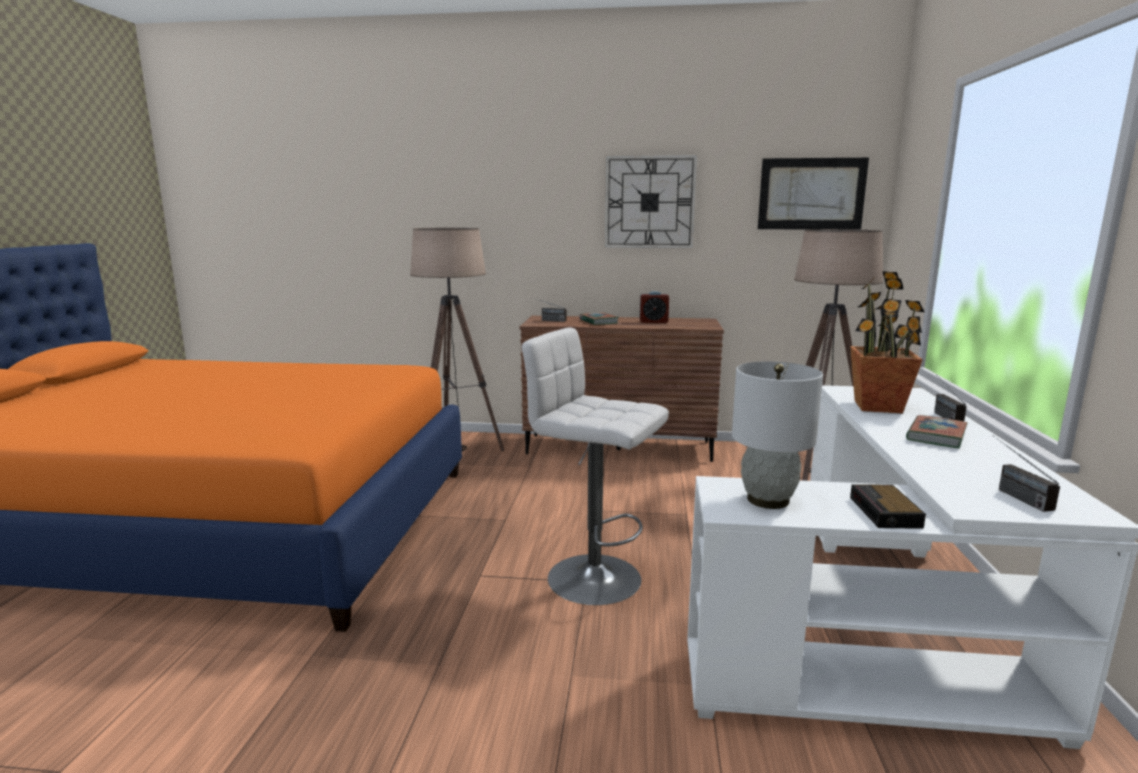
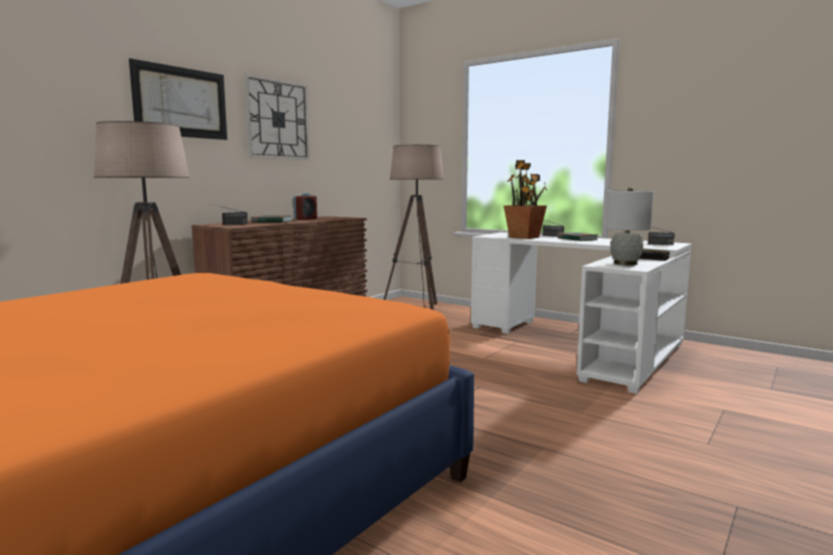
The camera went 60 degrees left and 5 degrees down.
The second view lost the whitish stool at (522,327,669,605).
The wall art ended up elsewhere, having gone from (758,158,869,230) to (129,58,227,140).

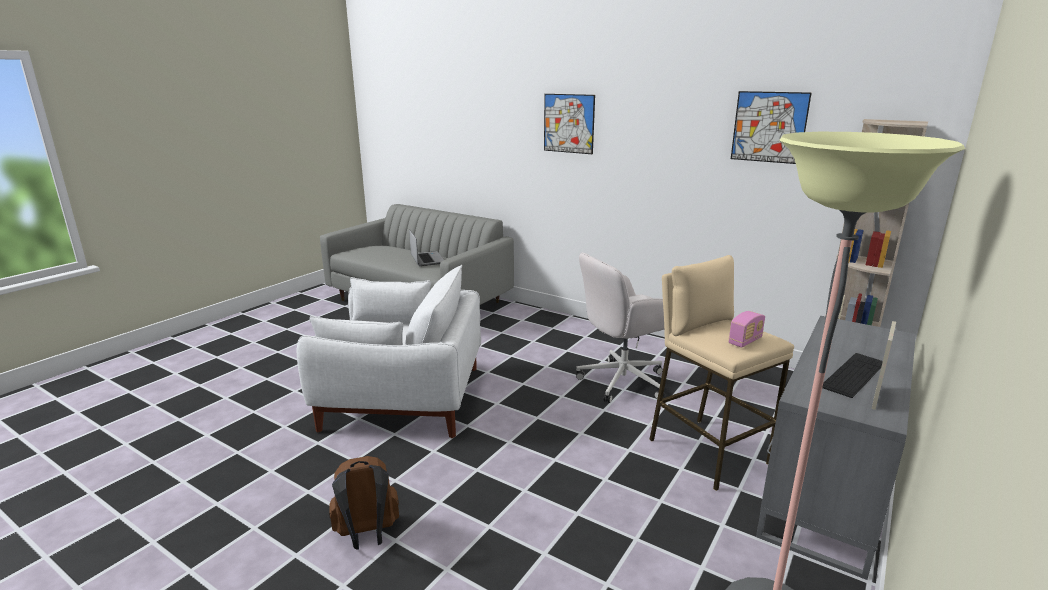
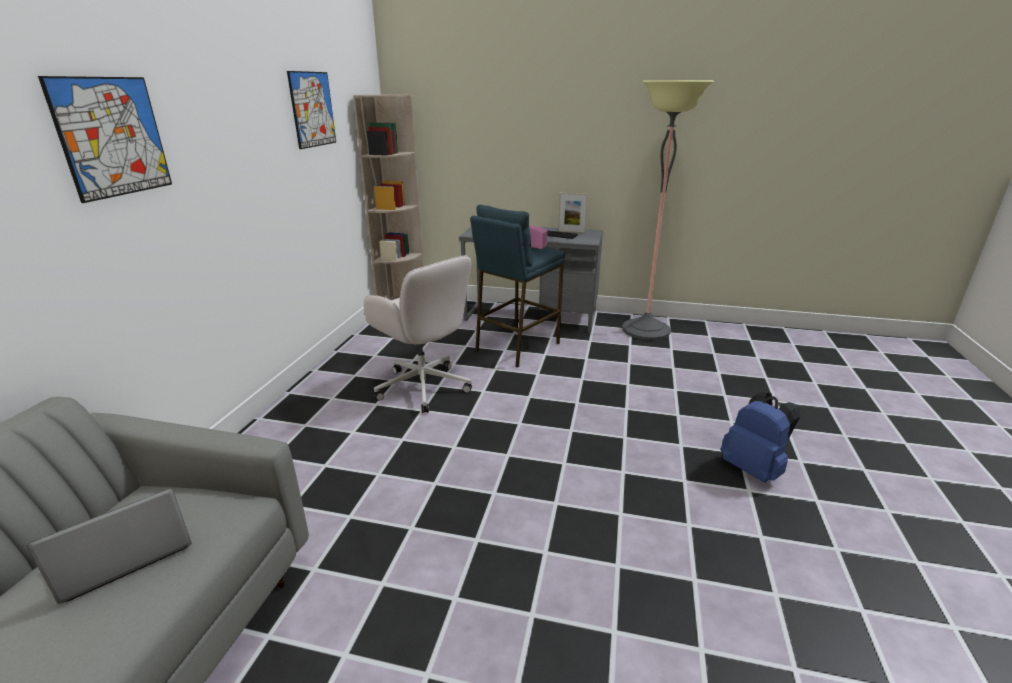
The camera went 110 degrees left and 5 degrees up.
The second view lost the whitish armchair at (297,265,481,438).
What was the brownish rucksack at (330,456,399,550) turned into the blue rucksack at (721,392,800,482).
What was the beige stool at (649,255,794,491) turned into the blue stool at (470,204,565,368).

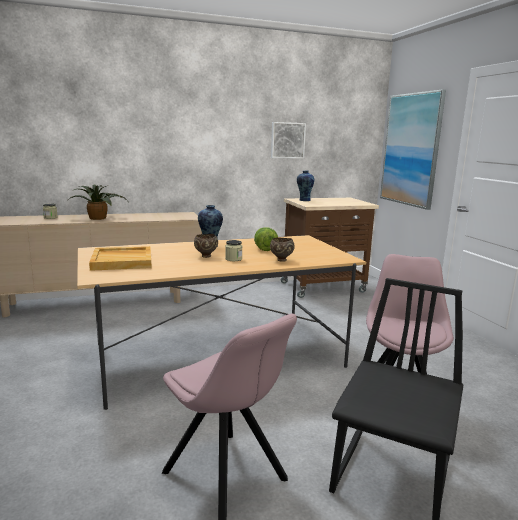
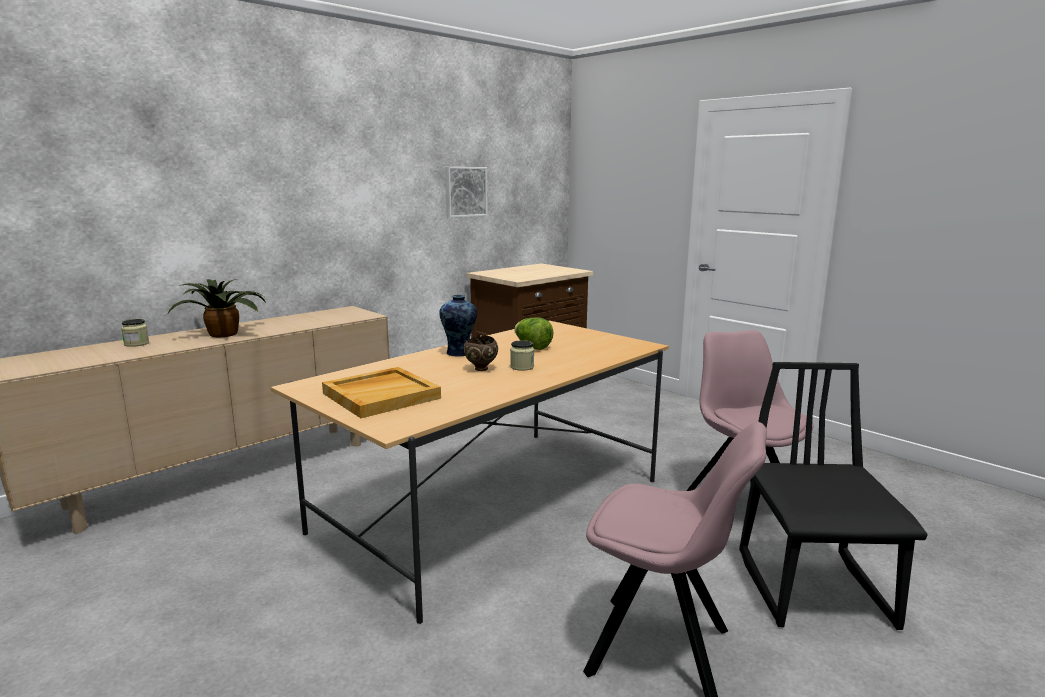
The camera went 25 degrees left and 0 degrees up.
The second view lost the brownish bowl at (270,237,295,262).
The second view lost the flower vase at (297,171,314,201).
The second view lost the wall art at (380,89,446,210).

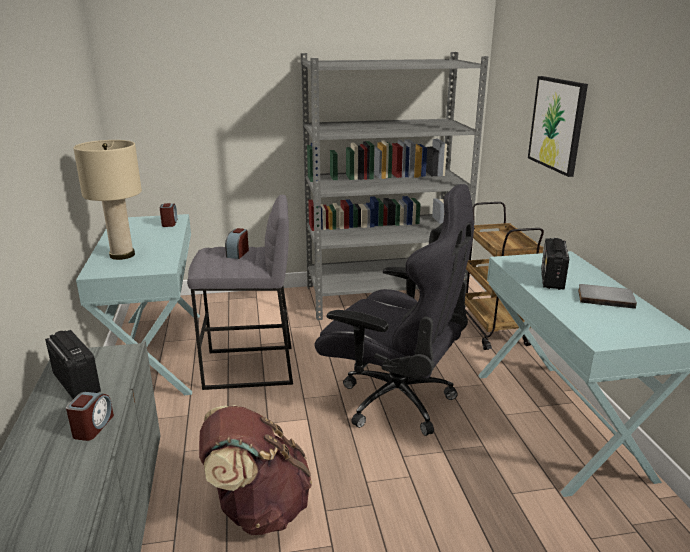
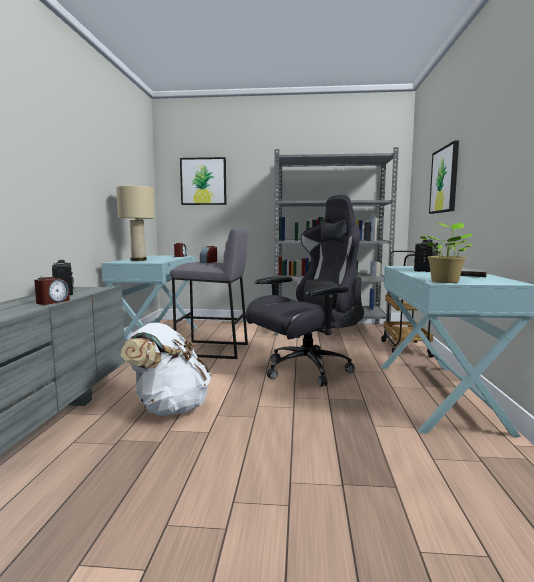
The camera went 15 degrees right and 15 degrees down.
What was the brownish rucksack at (199,405,312,535) turned into the whitish rucksack at (121,323,211,416).
The blackish office chair at (315,184,474,436) ended up facing another way, 75 degrees counterclockwise from before.
The second view gained the wall art at (180,157,227,205).
The second view gained the houseplant at (420,222,472,283).

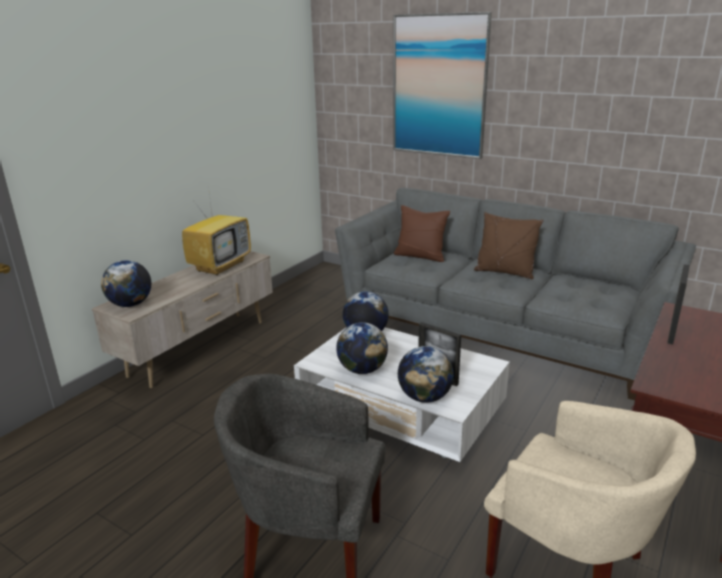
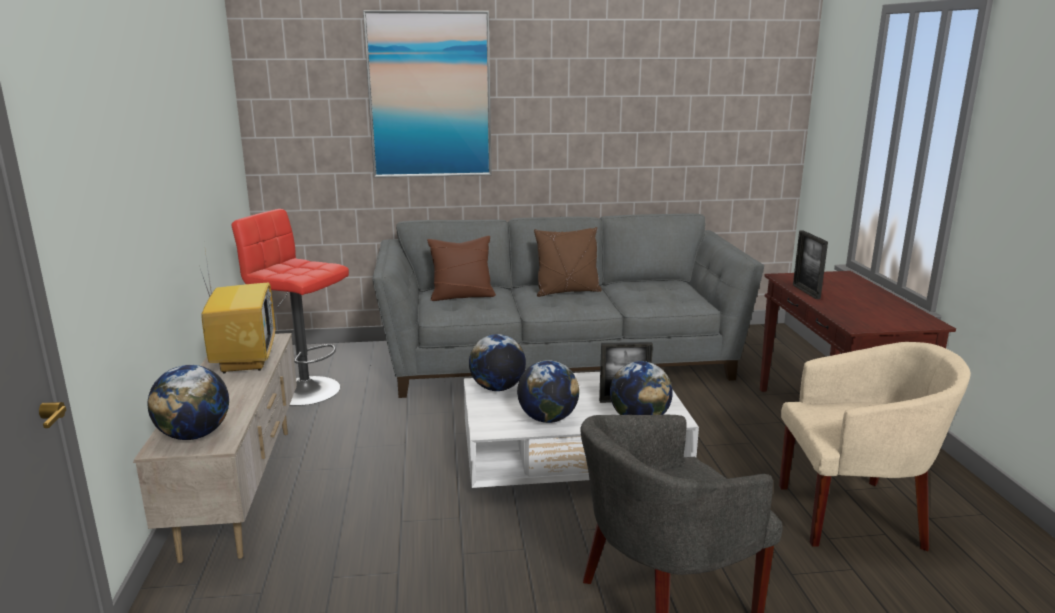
The camera went 40 degrees left and 5 degrees down.
The second view gained the red stool at (232,209,349,406).

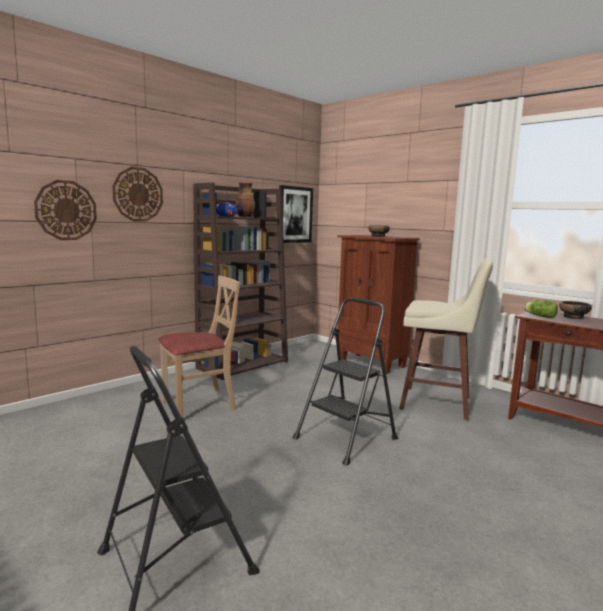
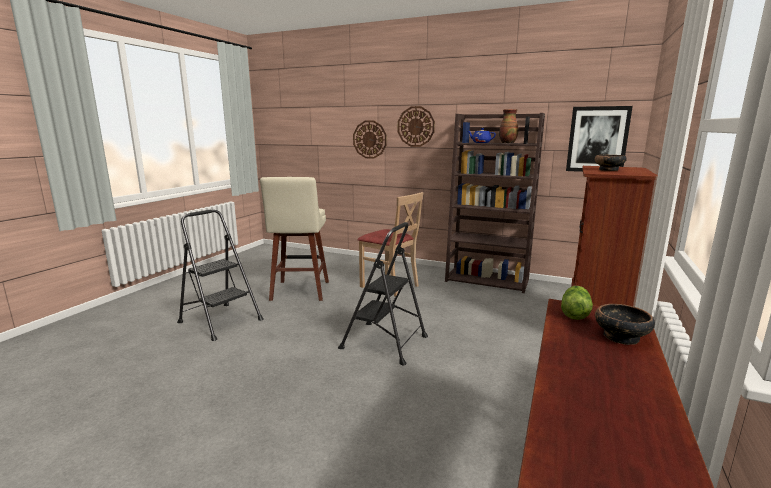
The camera went 70 degrees right and 5 degrees up.
The beige stool ended up elsewhere, having gone from (399,259,493,420) to (260,177,329,301).

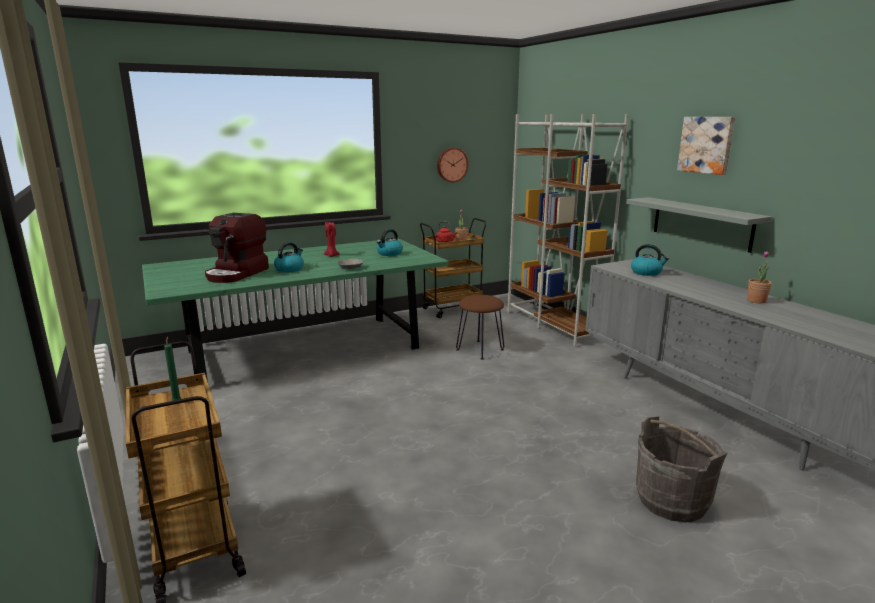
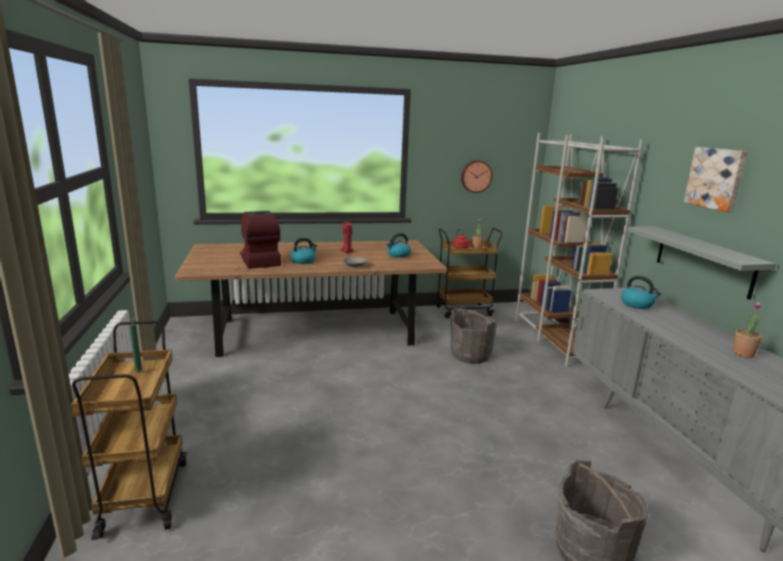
The camera went 15 degrees right and 0 degrees up.
What was the greenish dining table at (142,238,448,382) turned into the brownish dining table at (175,241,447,357).
The coffee brewer at (205,213,269,283) ended up facing another way, 120 degrees clockwise from before.
Where the brownish stool stood at (456,295,504,360), the grey pail came to stand at (450,307,497,364).

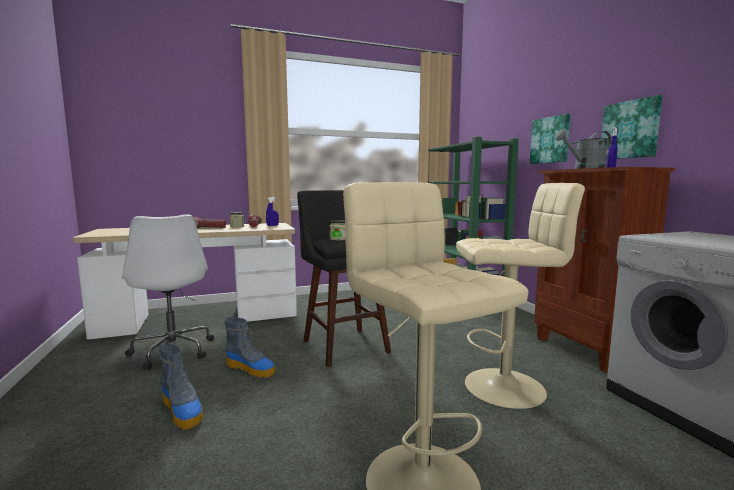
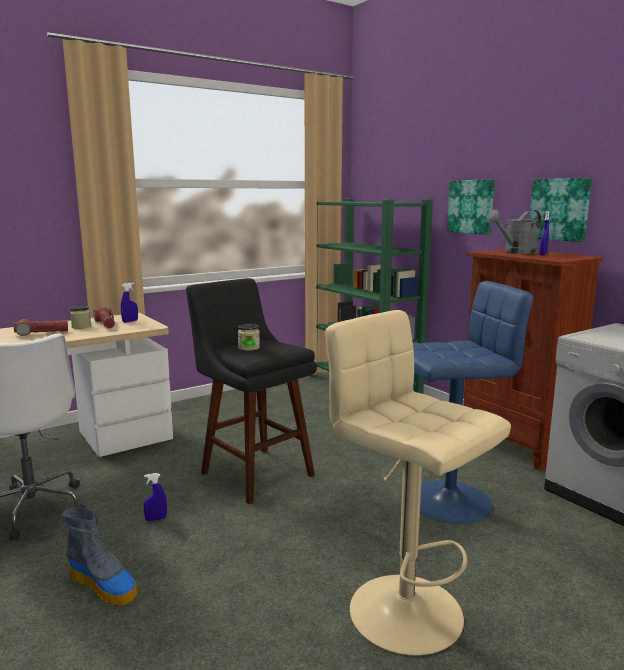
The camera went 15 degrees left and 5 degrees up.
Where the boot stood at (224,317,275,378), the blue spray bottle came to stand at (143,473,167,522).
What was the beige stool at (456,183,585,409) turned into the blue stool at (413,281,534,524).

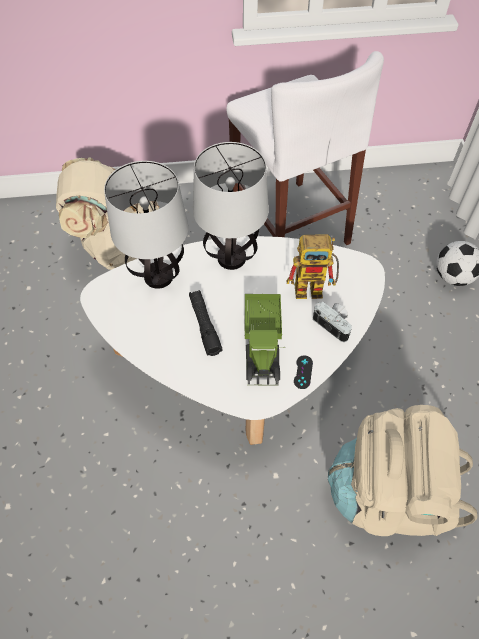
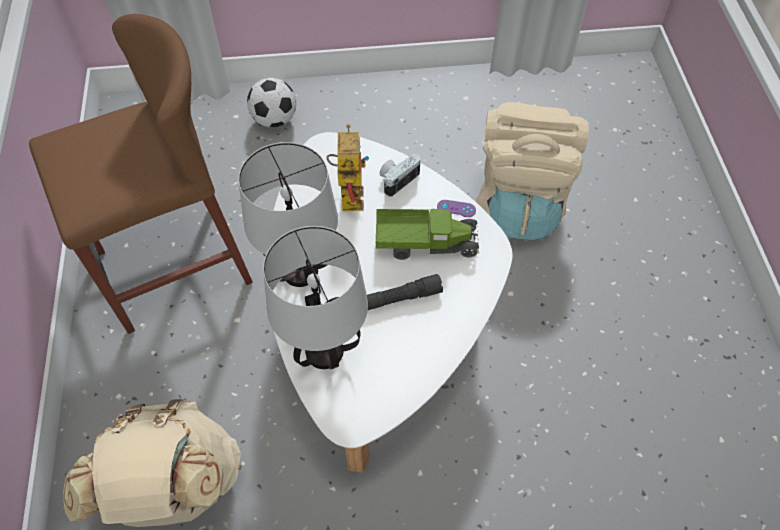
The camera went 90 degrees left and 0 degrees up.
What was the whitish stool at (226,51,384,245) turned into the brownish stool at (29,14,253,334).
What was the blackish joypad at (294,355,313,389) turned into the purple-coloured joypad at (437,200,476,217).

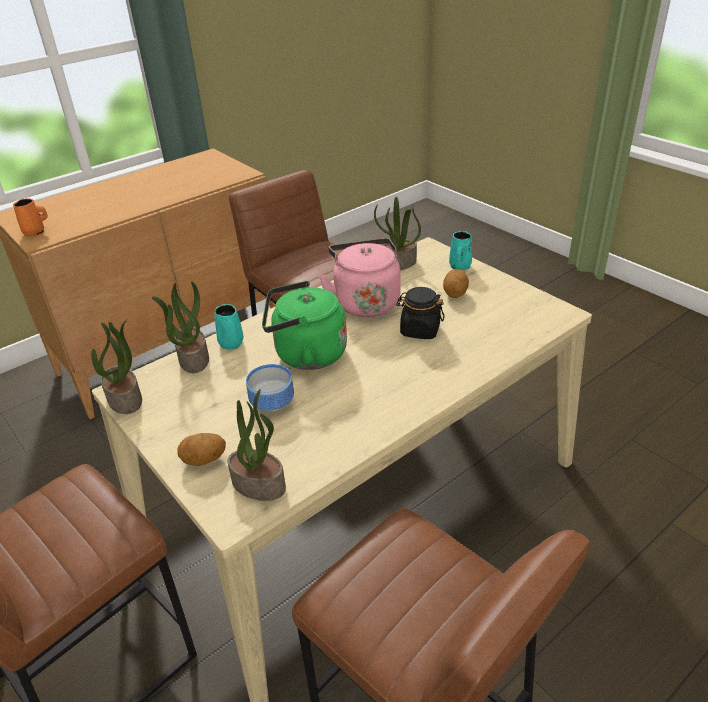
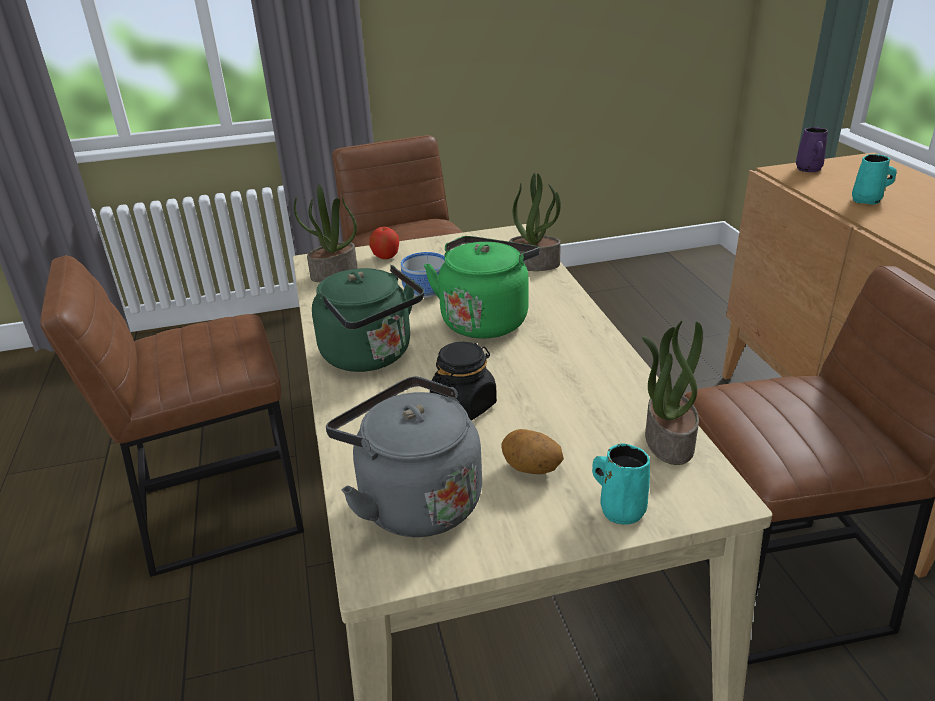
The camera went 115 degrees right and 5 degrees down.
What was the orangey mug at (13,198,48,237) turned into the purple-coloured mug at (796,127,828,172).
The second view lost the houseplant at (91,318,142,414).
Where the whole potato stood at (177,433,226,466), the apple fruit came to stand at (369,227,399,259).
The blue-green mug ended up elsewhere, having gone from (214,304,243,349) to (852,154,897,204).
The second view lost the pinkish tea kettle at (318,238,401,317).
The second view gained the greenish tea kettle at (312,265,424,372).
The second view gained the grey tea kettle at (326,376,482,537).

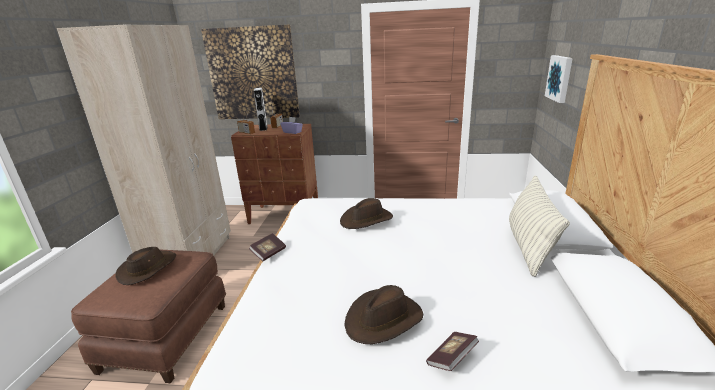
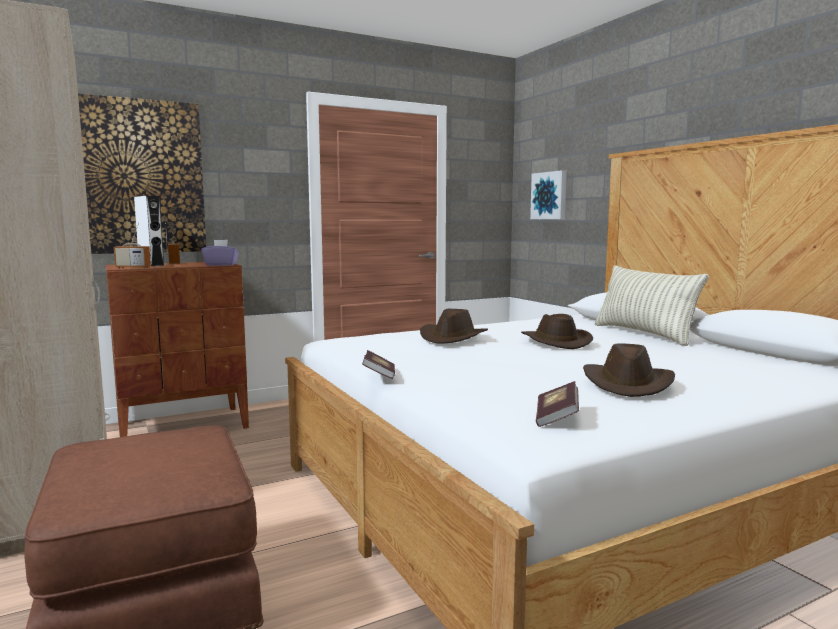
The camera went 35 degrees left and 15 degrees down.
The brownish hat ended up elsewhere, having gone from (116,247,176,285) to (521,314,593,349).
The volume ended up elsewhere, having gone from (426,332,479,371) to (536,381,579,427).

